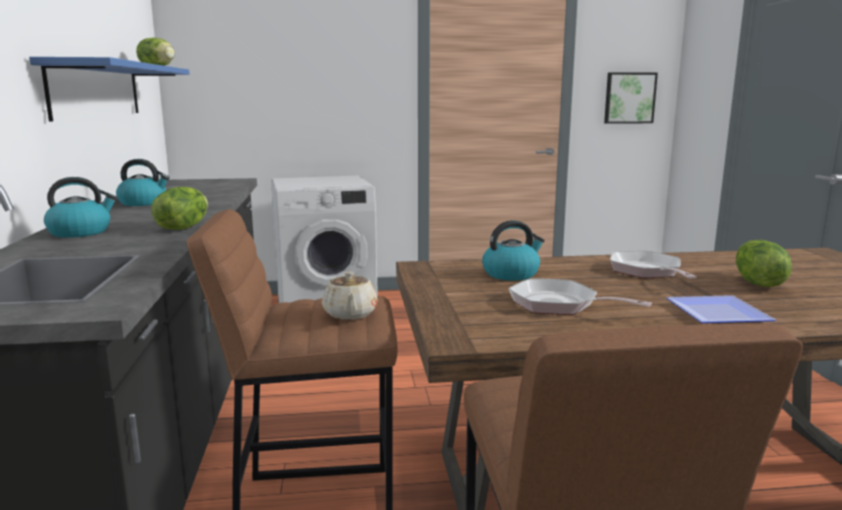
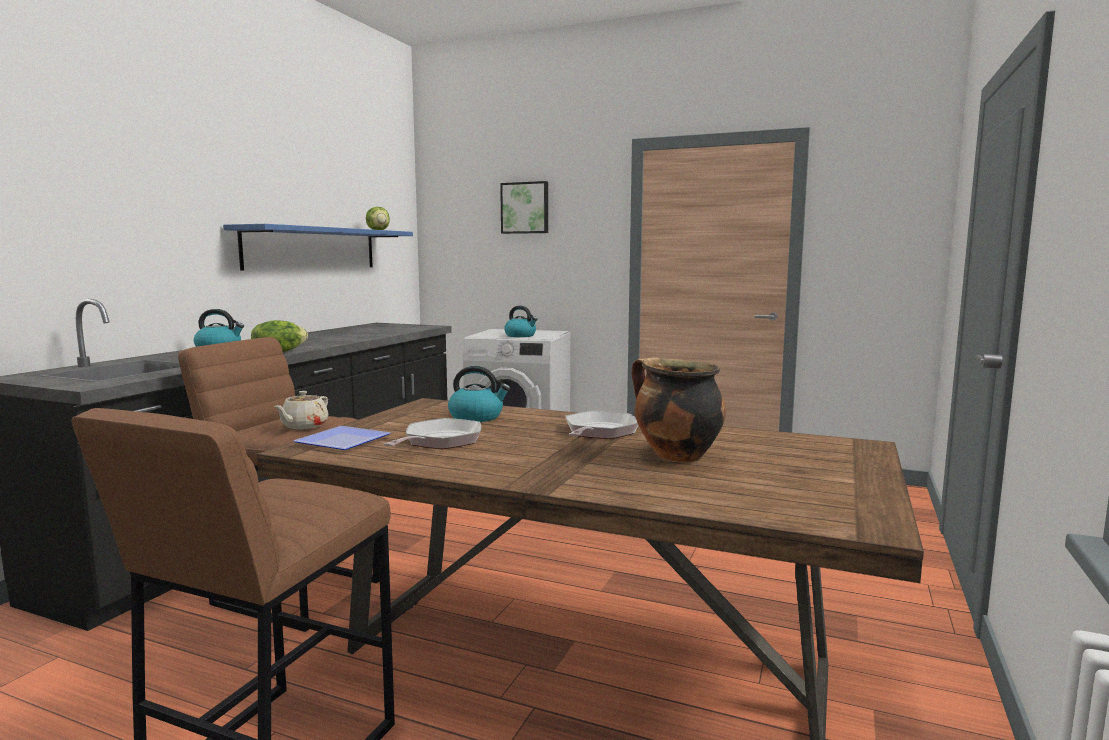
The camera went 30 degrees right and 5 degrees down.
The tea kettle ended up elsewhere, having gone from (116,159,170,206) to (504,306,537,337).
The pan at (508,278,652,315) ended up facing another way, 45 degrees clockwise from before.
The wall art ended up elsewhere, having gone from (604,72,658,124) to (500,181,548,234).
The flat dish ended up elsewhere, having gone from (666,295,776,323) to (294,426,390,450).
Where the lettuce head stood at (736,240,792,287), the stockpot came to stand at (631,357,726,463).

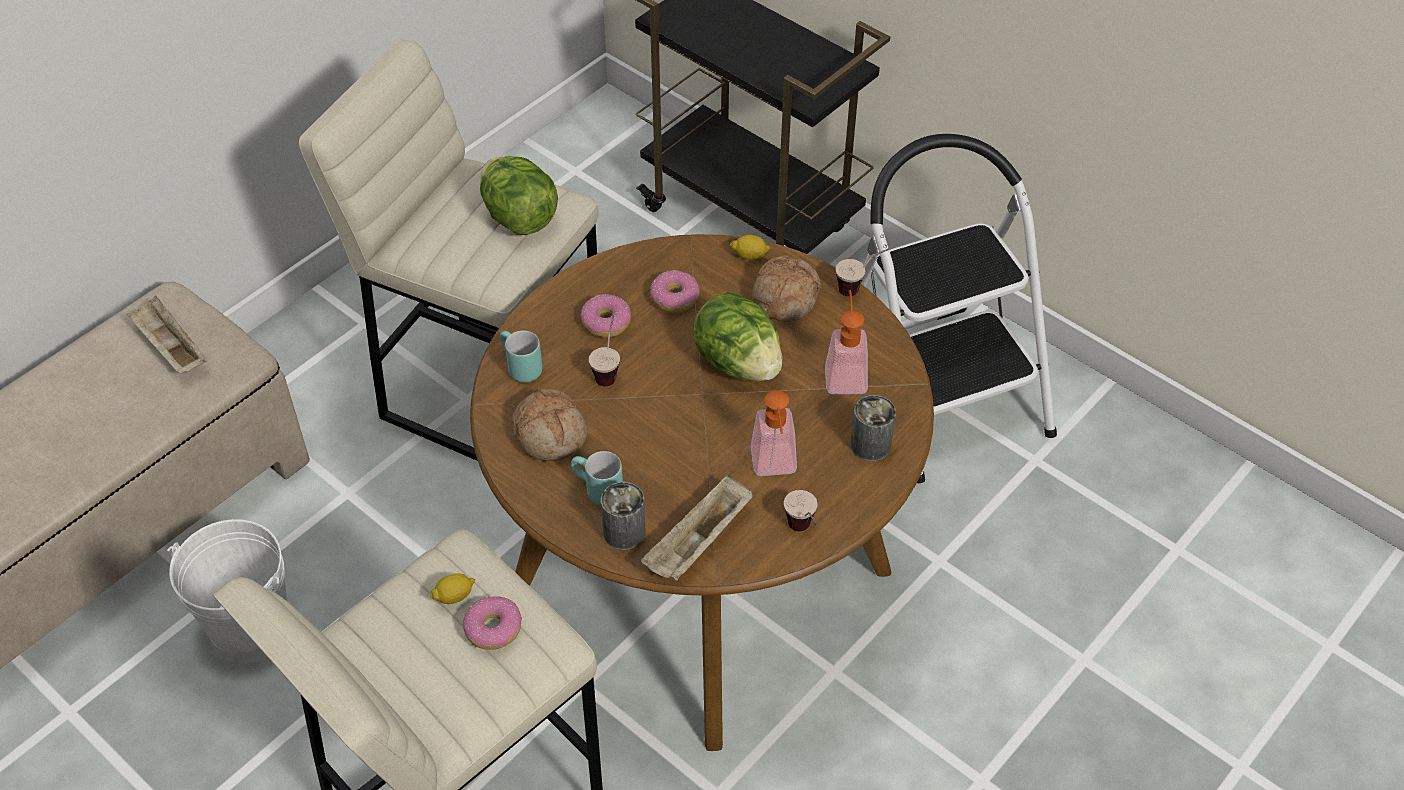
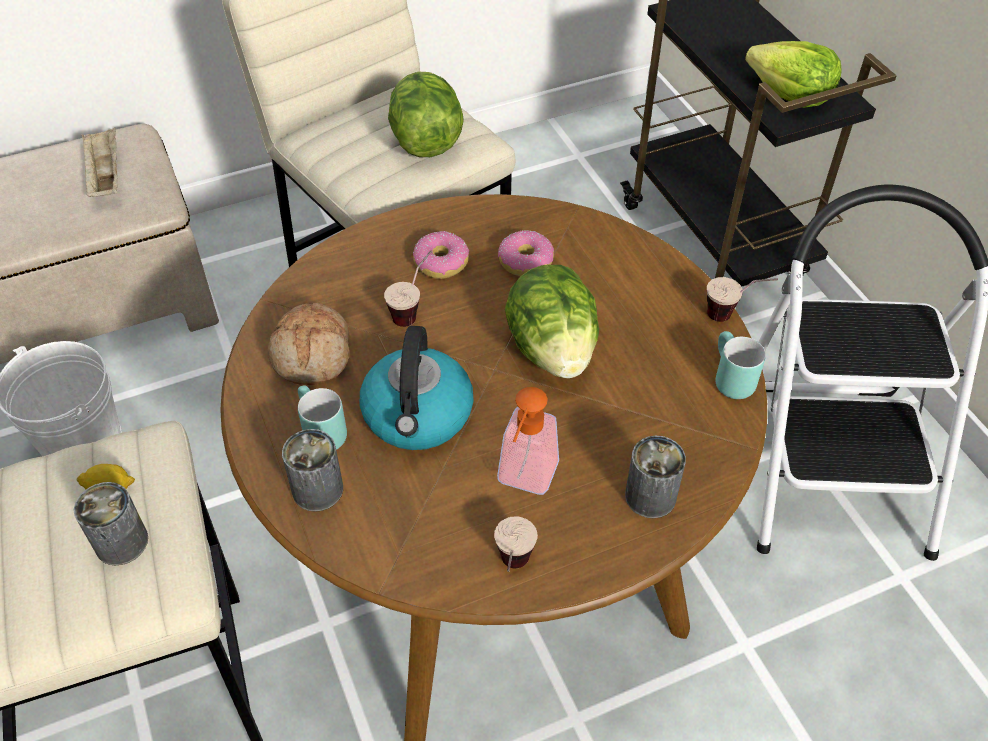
The camera went 25 degrees right and 0 degrees up.
Where the donut stood at (463,596,522,650), the sealed can came to stand at (74,482,148,565).
The blue-green mug ended up elsewhere, having gone from (500,331,542,383) to (716,331,766,399).
The second view lost the beige serving tray at (641,475,753,581).
The second view lost the whole lemon at (730,235,771,259).
The second view lost the bakery bread at (752,256,821,322).
The second view lost the soap bottle at (825,290,868,394).
The second view gained the tea kettle at (360,326,474,450).
The second view gained the lettuce head at (745,41,841,108).

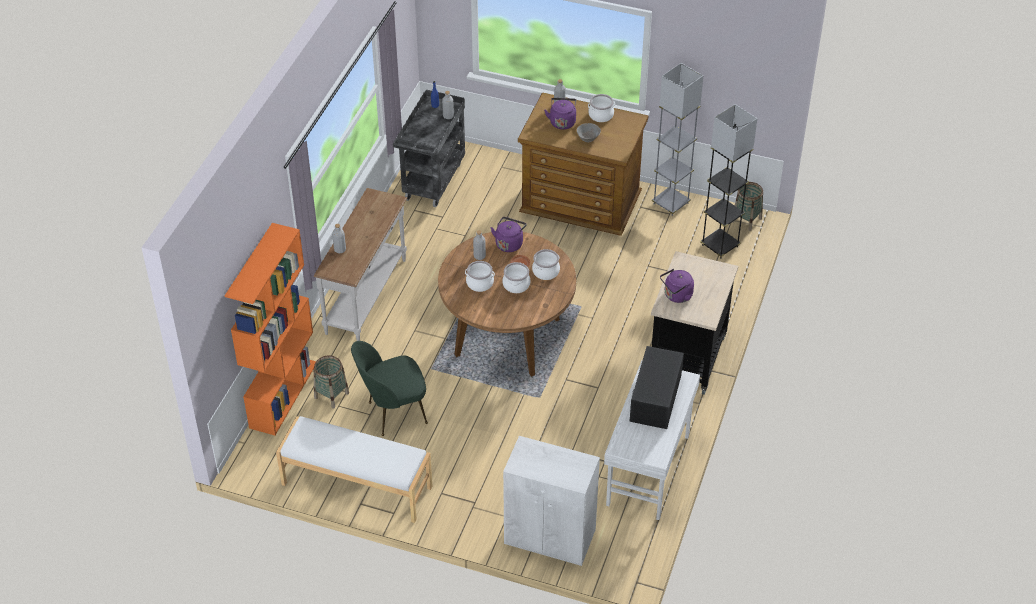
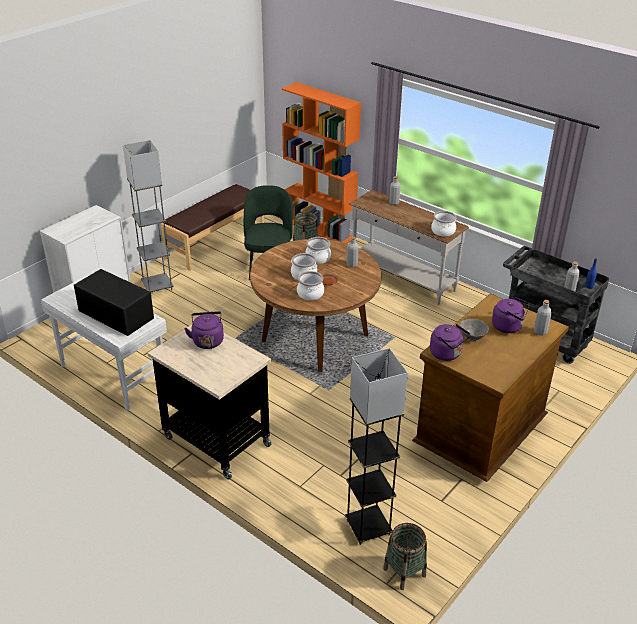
The camera went 110 degrees right and 10 degrees down.
What was the whitish bench at (276,416,432,523) turned into the brownish bench at (161,184,264,271).
The purple-coloured tea kettle ended up elsewhere, having gone from (491,217,527,252) to (430,324,471,361).
The stockpot ended up elsewhere, having gone from (588,94,615,122) to (431,211,456,237).
The grey standard lamp ended up elsewhere, having gone from (652,63,704,216) to (123,140,174,292).

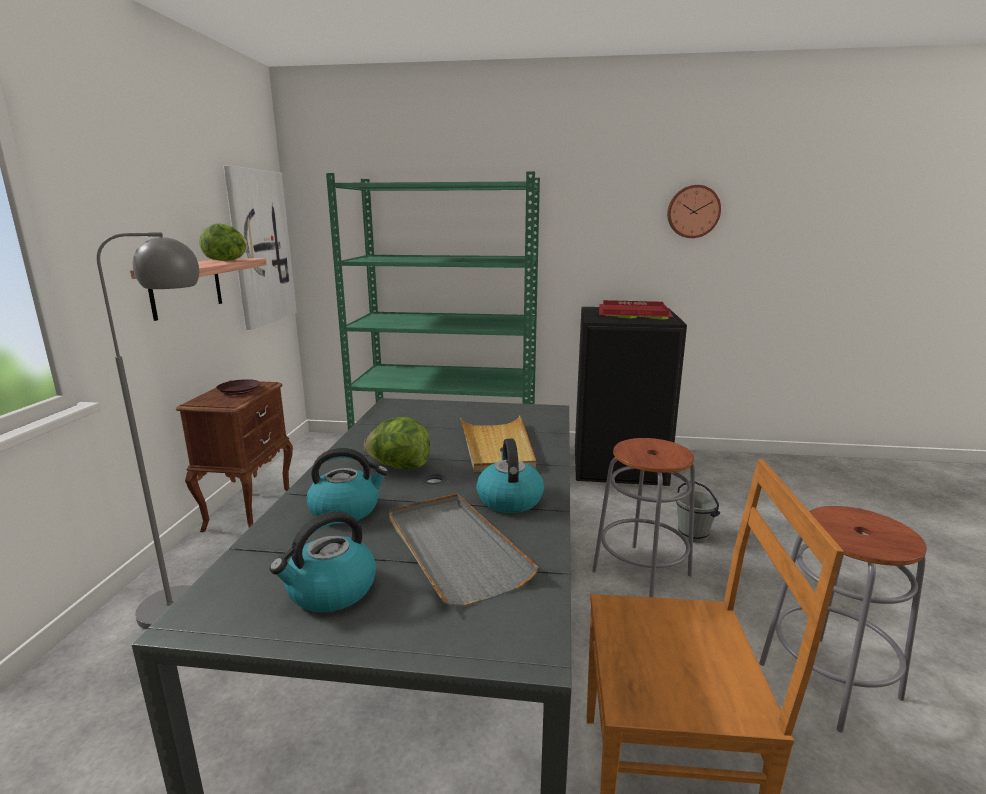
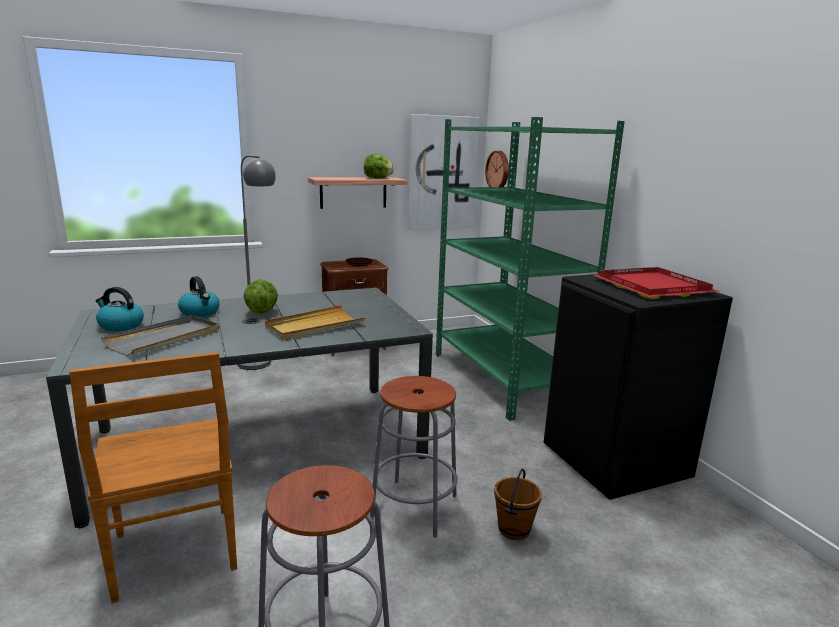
The camera went 60 degrees right and 0 degrees up.
The second view lost the tea kettle at (476,439,544,513).
The wall clock ended up elsewhere, having gone from (667,185,721,238) to (485,151,509,187).
What was the grey pail at (676,481,720,543) turned into the brownish pail at (494,469,542,540).

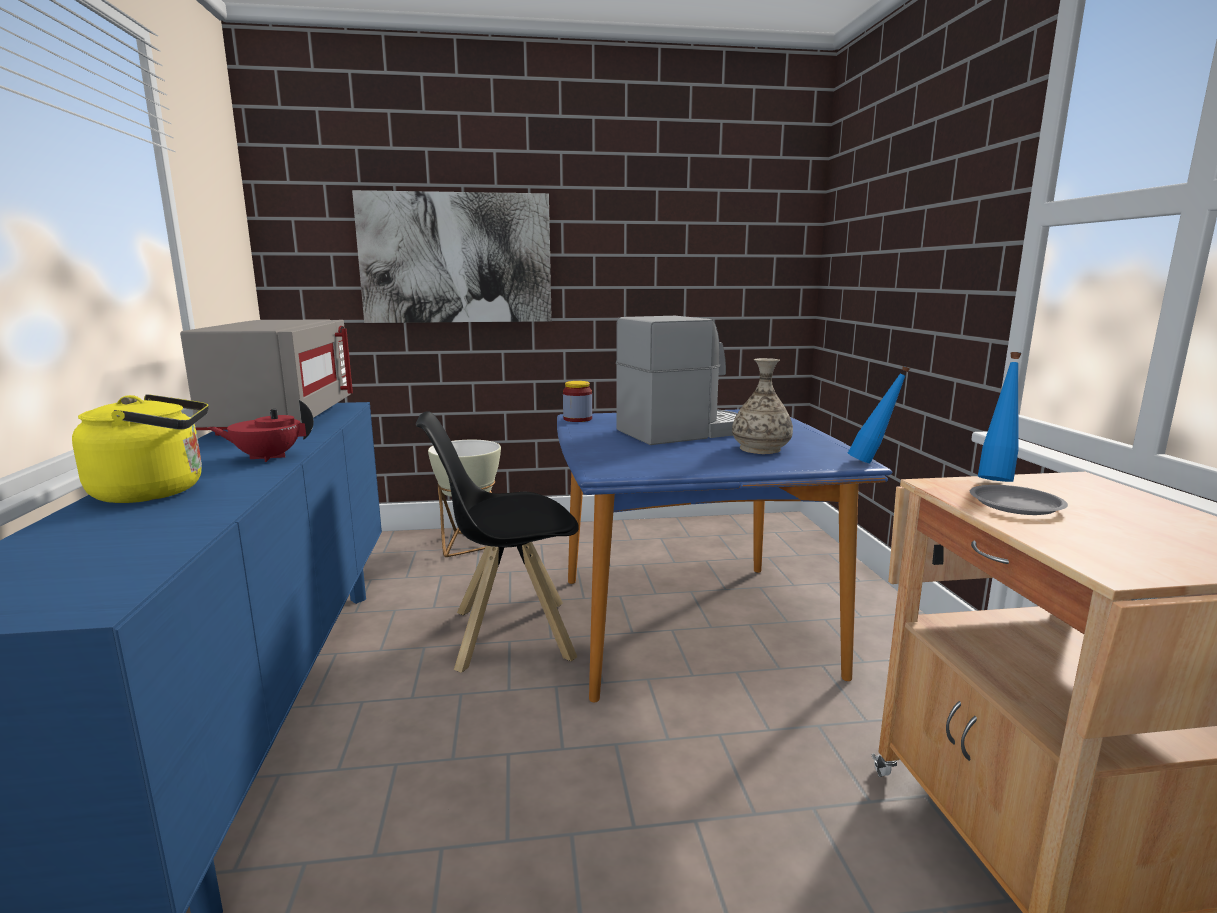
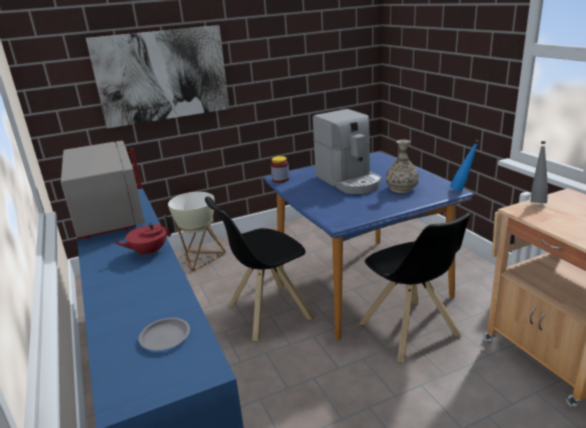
The camera went 15 degrees left and 10 degrees up.
The second view lost the yellow-coloured tea kettle at (72,394,208,503).
The coffee brewer at (616,316,737,445) ended up facing another way, 105 degrees clockwise from before.
The grey flat dish ended up elsewhere, having gone from (970,485,1068,515) to (139,318,190,350).
What was the blue beverage bottle at (978,352,1021,482) turned into the grey beverage bottle at (531,141,548,203).
The second view gained the blackish upright chair at (359,213,471,363).

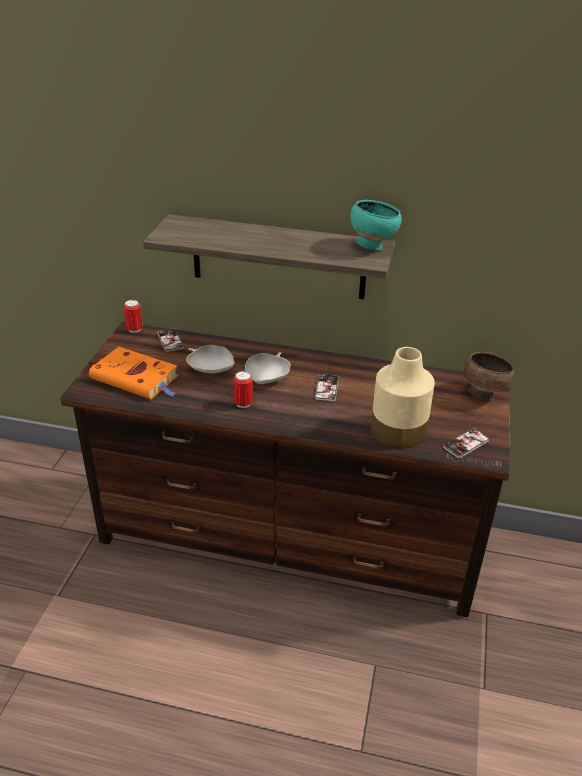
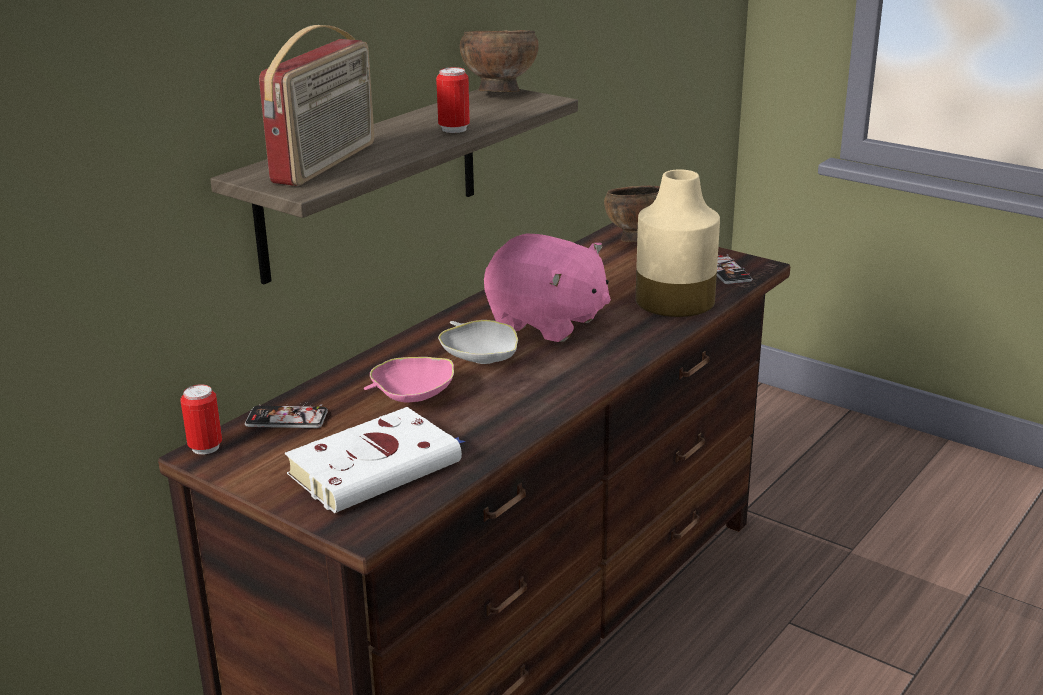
The camera went 65 degrees left and 10 degrees down.
What was the orangey volume at (89,347,178,399) turned into the whitish volume at (285,407,465,513).
What was the whitish bowl at (186,345,235,373) turned into the pinkish bowl at (364,357,454,403).
The sealed can ended up elsewhere, having gone from (234,371,253,408) to (436,67,470,133).
Where the phone stood at (315,374,339,401), the pinkish soft toy came to stand at (484,233,611,342).
What was the blue-green bowl at (350,200,402,250) turned into the brownish bowl at (460,30,539,92).
The second view gained the radio at (259,25,374,186).

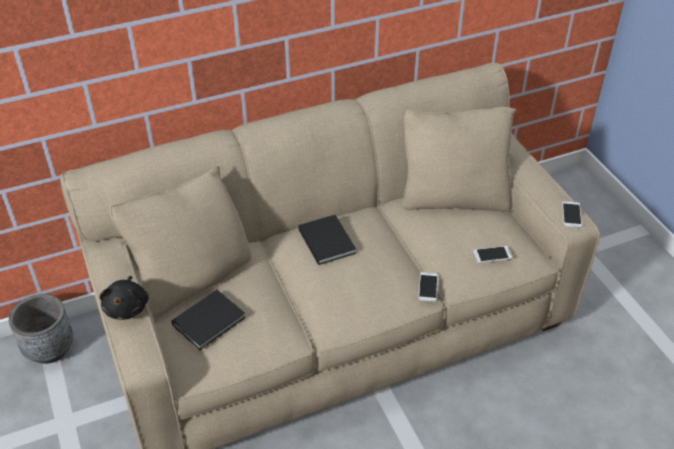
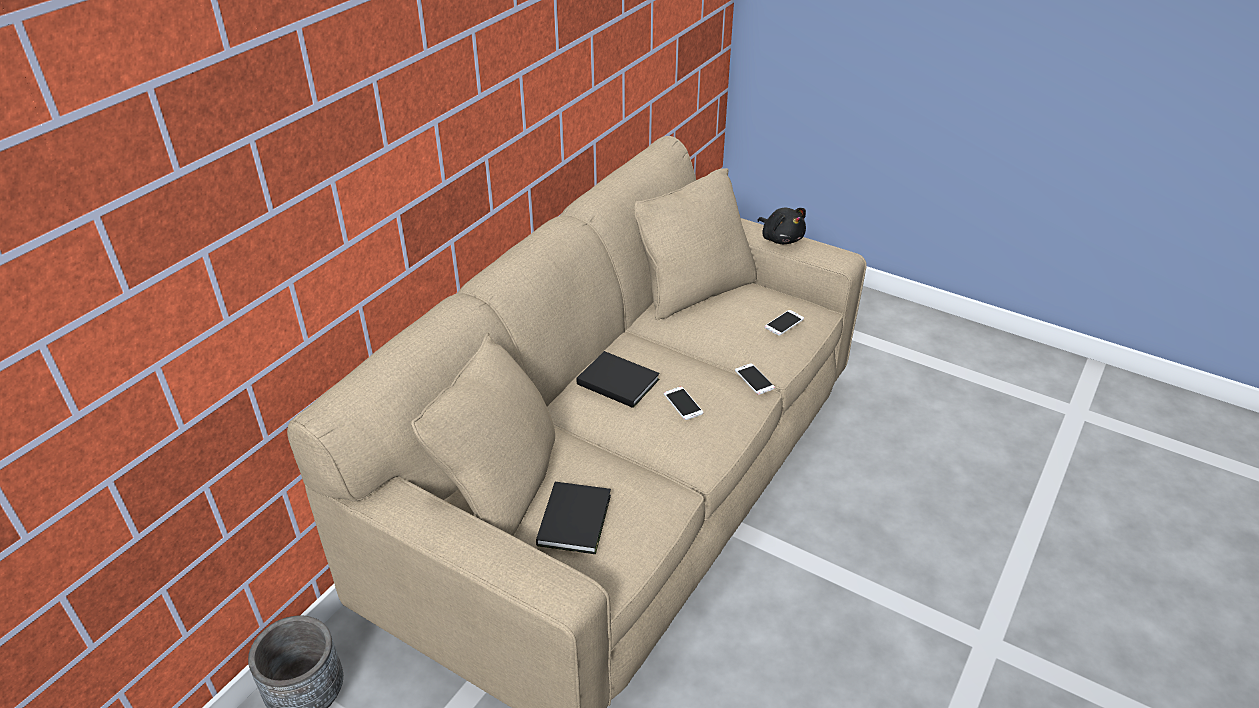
The camera went 35 degrees left and 5 degrees down.
The blackish soft toy ended up elsewhere, having gone from (100,276,149,320) to (757,208,806,244).
The phone ended up elsewhere, having gone from (562,201,582,228) to (664,387,703,420).

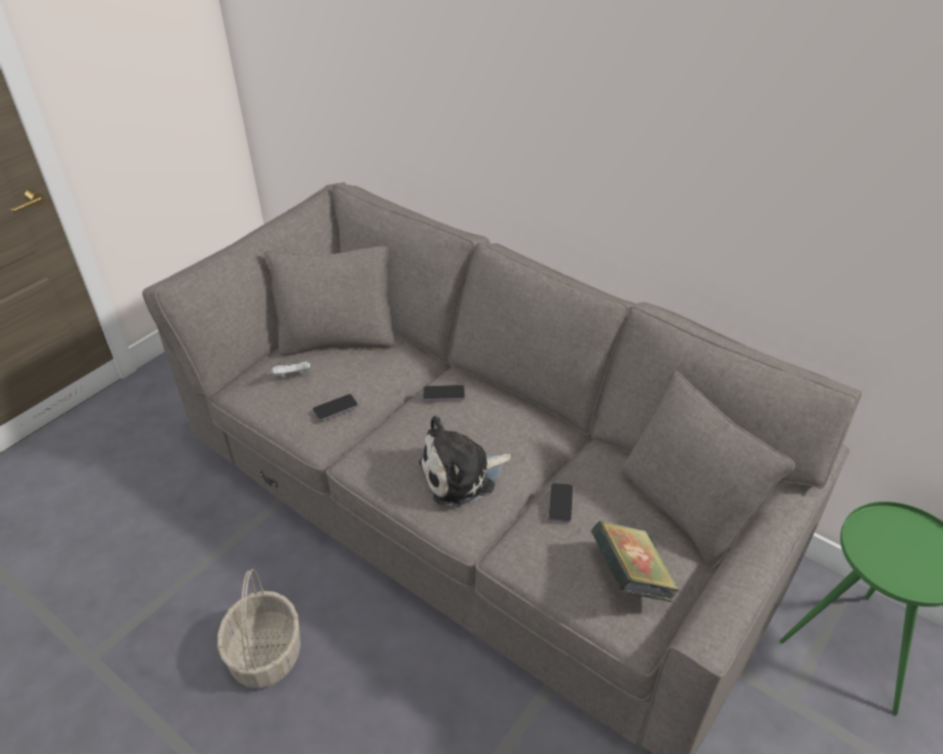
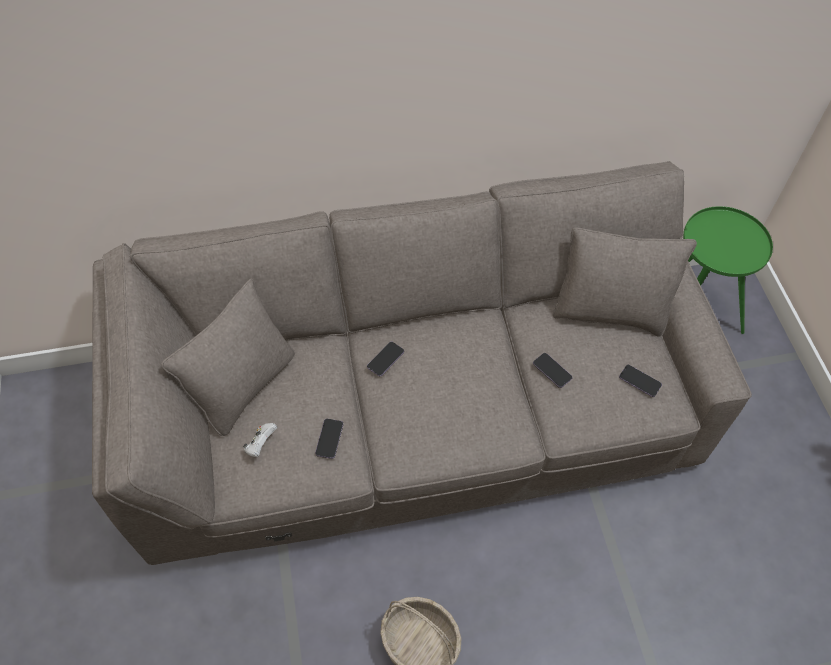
The camera went 50 degrees left and 15 degrees up.
The second view lost the soft toy at (419,415,511,507).
Where the volume stood at (591,521,680,602), the phone came to stand at (619,365,662,397).

